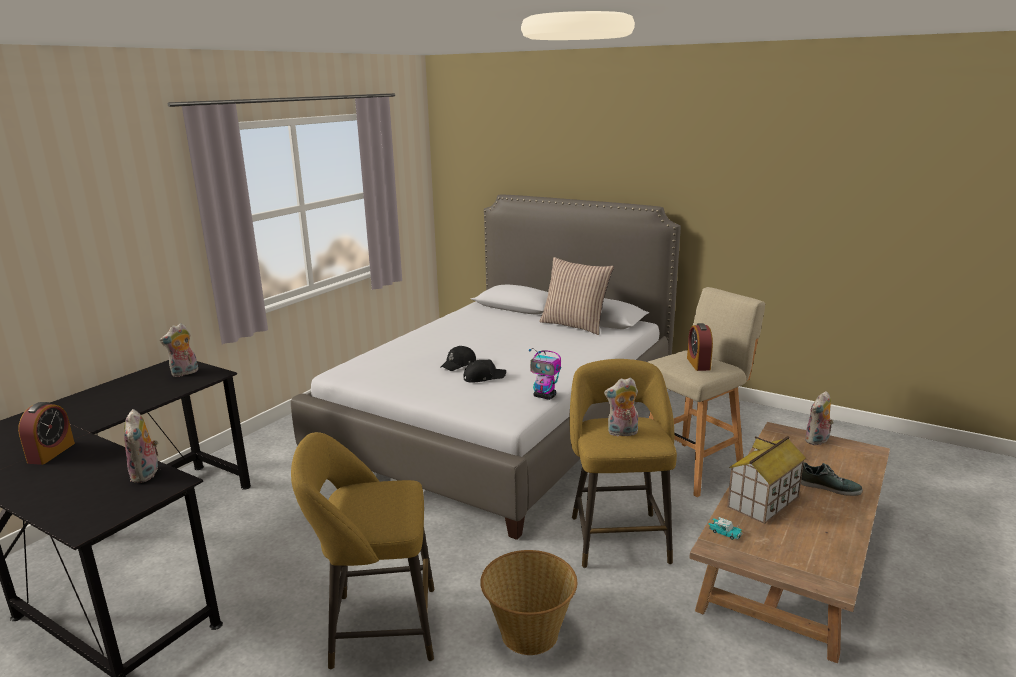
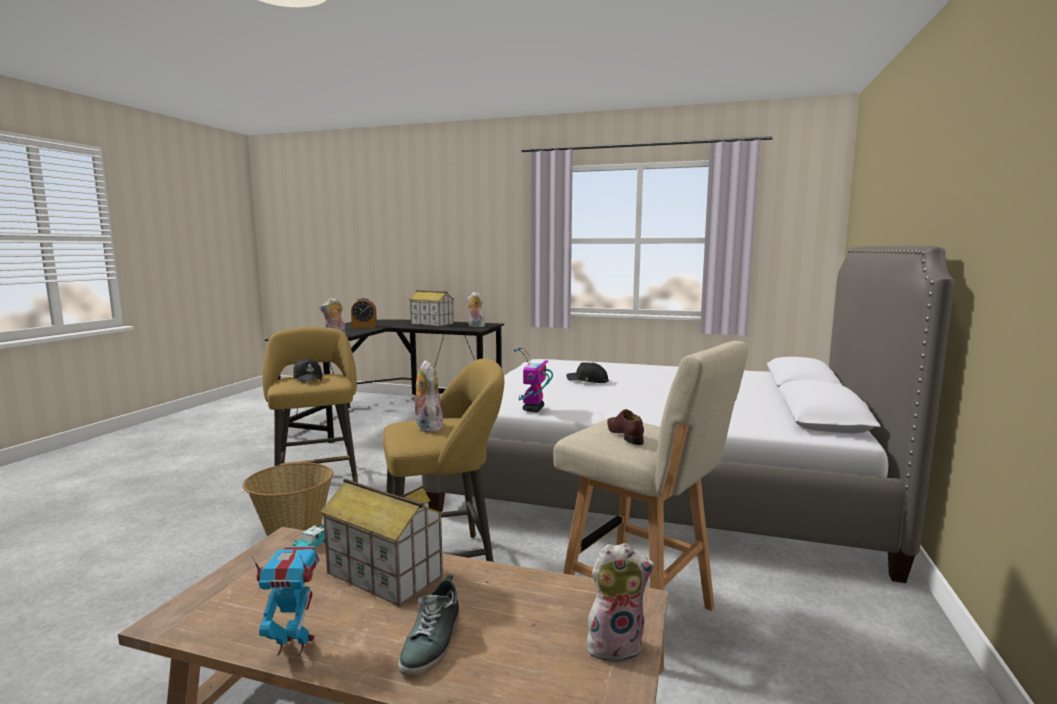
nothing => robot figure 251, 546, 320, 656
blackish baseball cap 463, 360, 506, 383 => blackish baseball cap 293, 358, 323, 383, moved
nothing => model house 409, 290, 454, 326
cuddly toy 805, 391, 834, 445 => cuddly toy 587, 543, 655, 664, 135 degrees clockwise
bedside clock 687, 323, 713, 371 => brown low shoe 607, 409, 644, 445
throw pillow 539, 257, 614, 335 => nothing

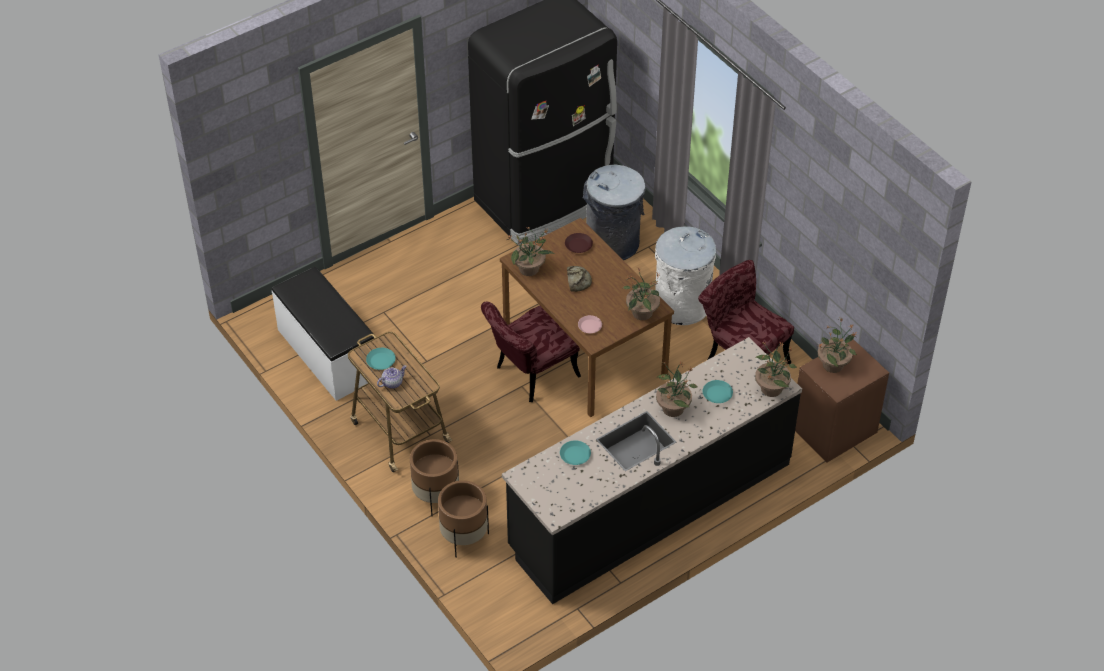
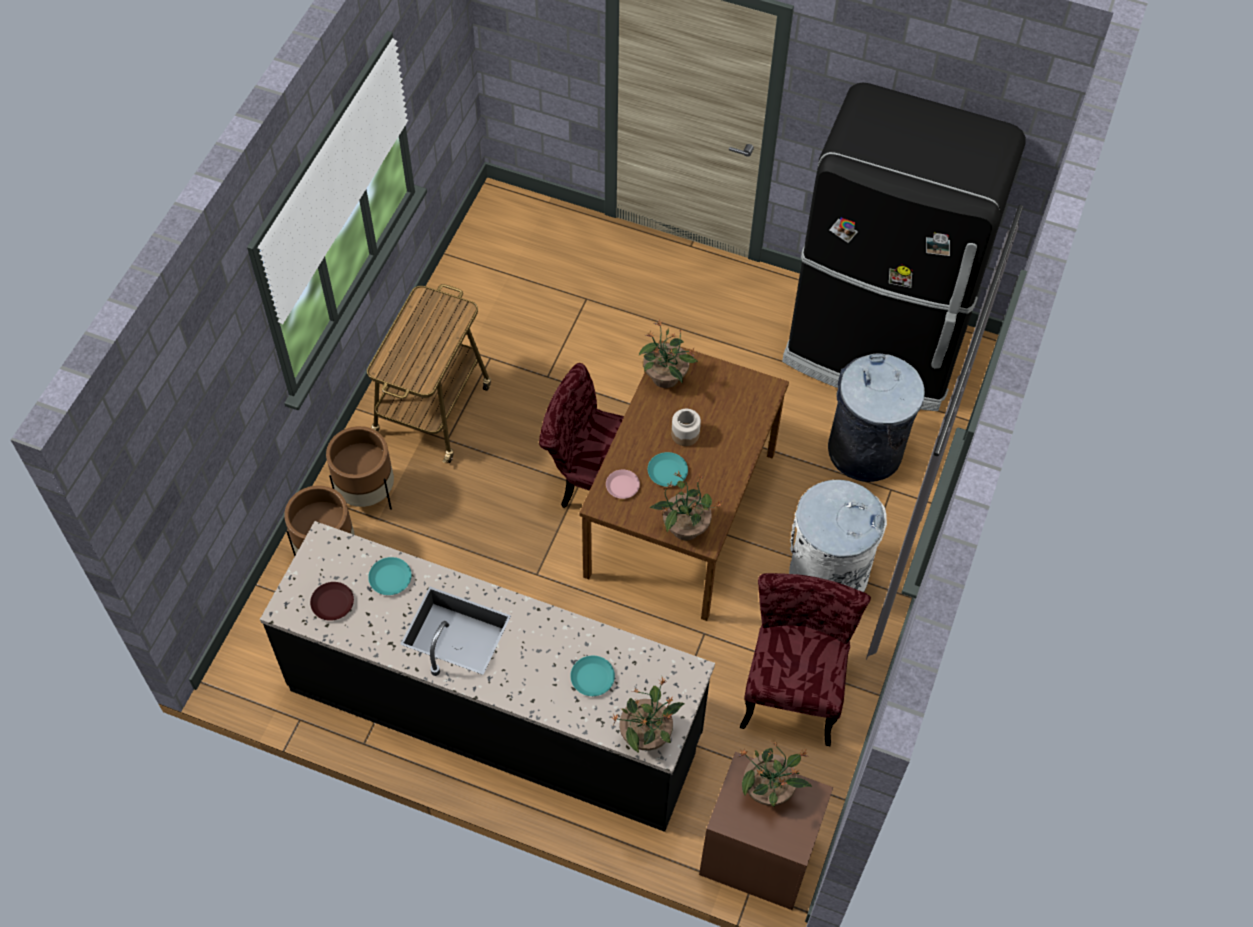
brown dinner plate 565, 233, 593, 253 => brown dinner plate 310, 582, 354, 621, moved
blue-green dinner plate 366, 348, 396, 370 => blue-green dinner plate 648, 452, 688, 487, moved
bread 567, 266, 592, 292 => jar 671, 409, 701, 446
whitish indoor bench 272, 267, 376, 401 => nothing
teapot 377, 365, 407, 389 => nothing
plant in a pot 656, 361, 697, 417 => nothing

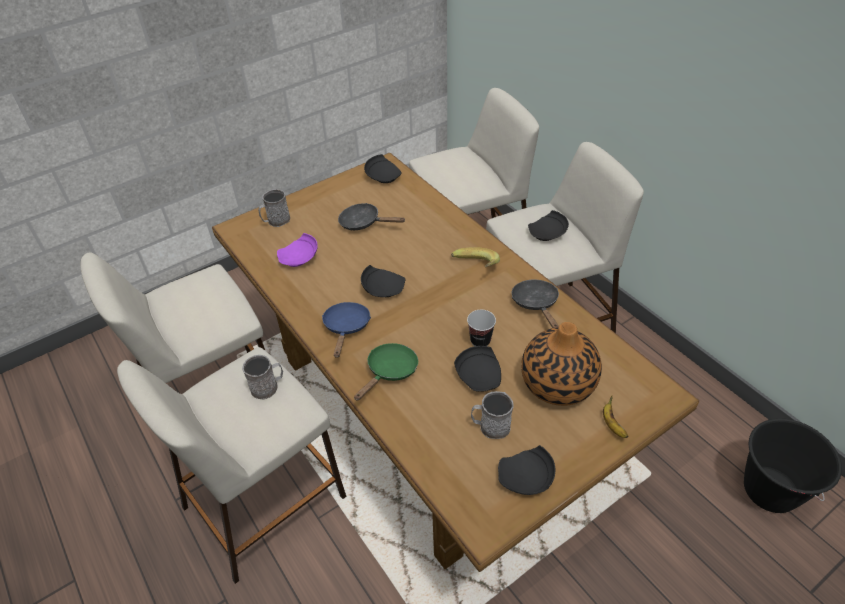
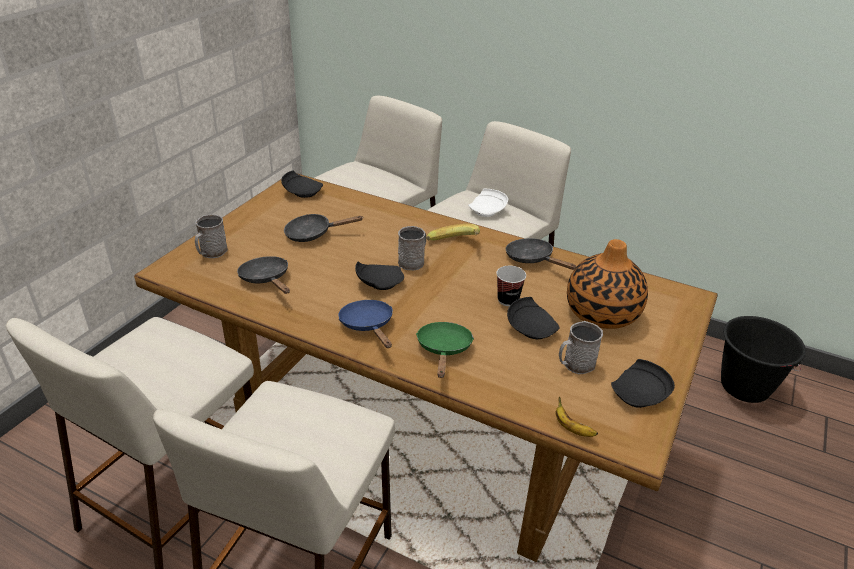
purple dinner plate 277, 233, 318, 267 => blackish skillet 237, 256, 290, 294
grey tea mug 242, 355, 283, 399 => grey tea mug 398, 226, 426, 270, moved
blackish dinner plate 528, 210, 569, 241 => whitish dinner plate 468, 188, 508, 217
banana fruit 603, 395, 628, 438 => banana fruit 556, 397, 598, 437, moved

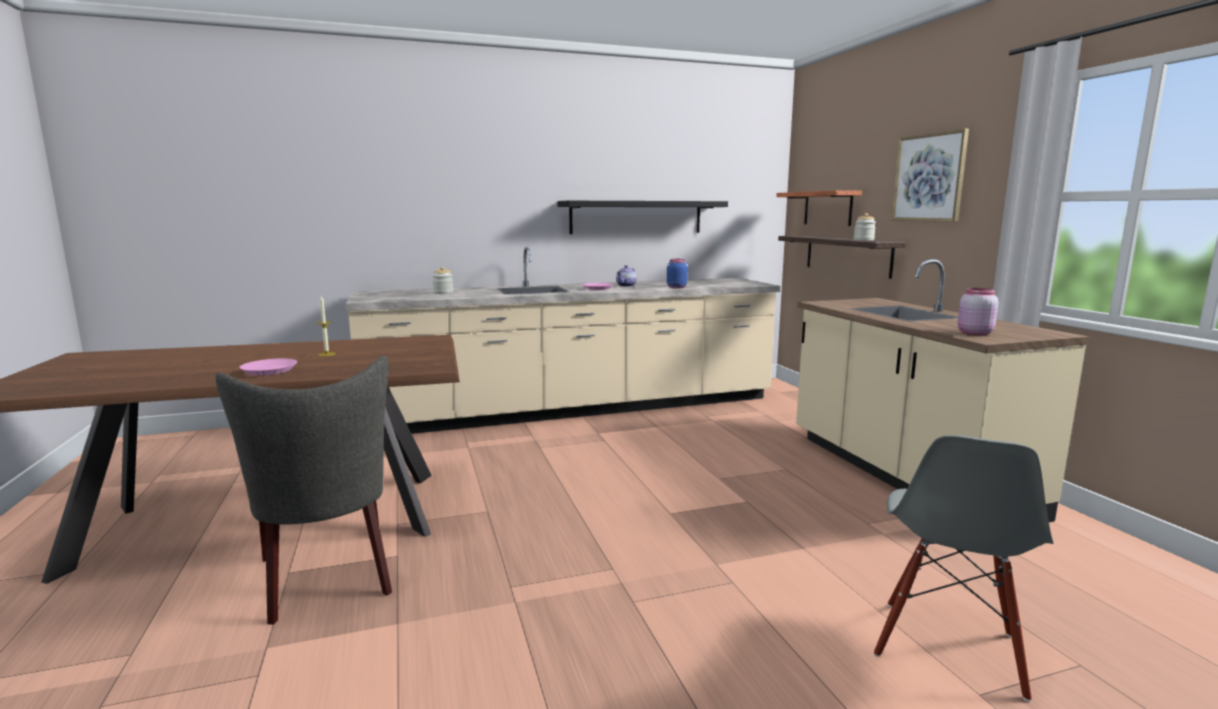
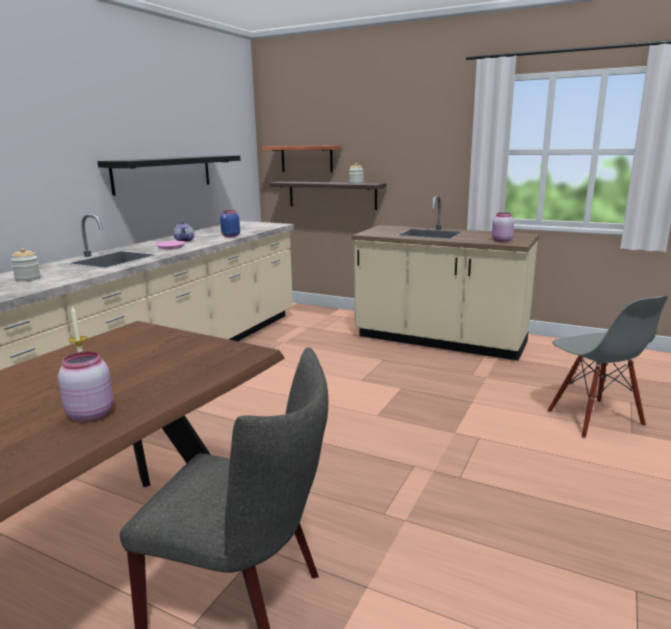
pink dinner plate 239, 358, 297, 376 => pink jar 58, 351, 113, 421
wall picture 891, 128, 969, 222 => nothing

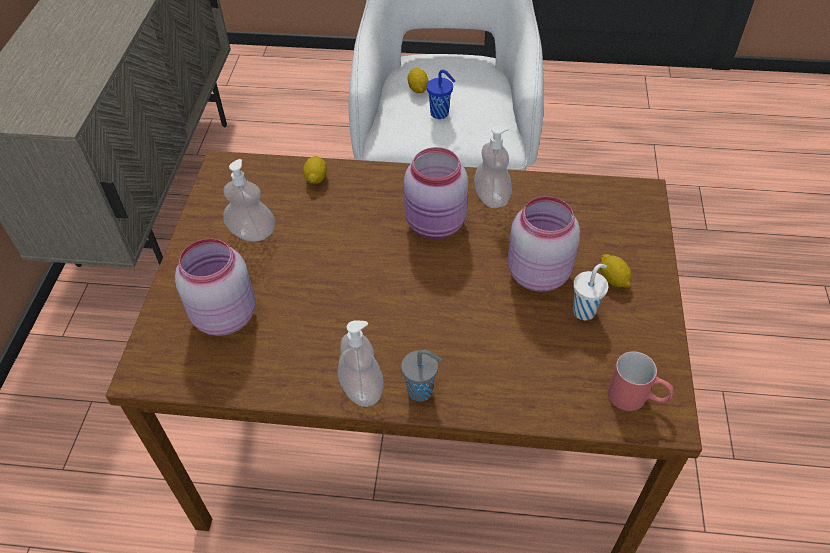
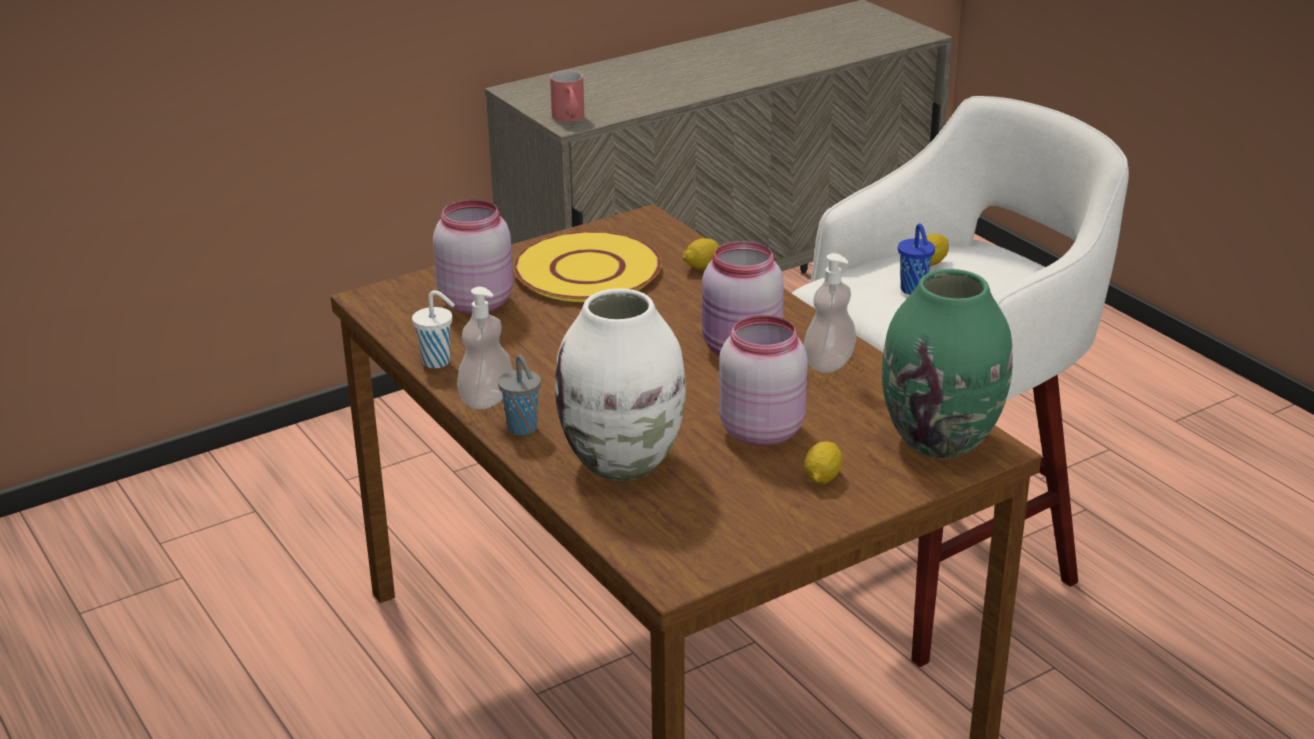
whitish drinking cup 573, 264, 608, 320 => whitish drinking cup 412, 290, 455, 369, moved
soap bottle 223, 159, 275, 241 => yellowish dinner plate 513, 231, 662, 302
reddish tea mug 608, 351, 674, 411 => reddish tea mug 550, 70, 584, 122, moved
nothing => whitish decorative vase 555, 288, 686, 481
nothing => green decorative vase 882, 269, 1013, 459

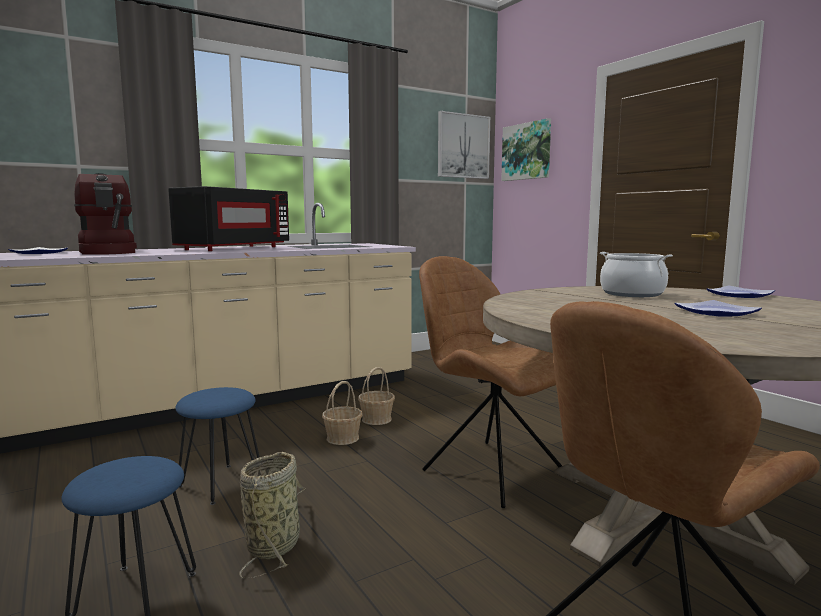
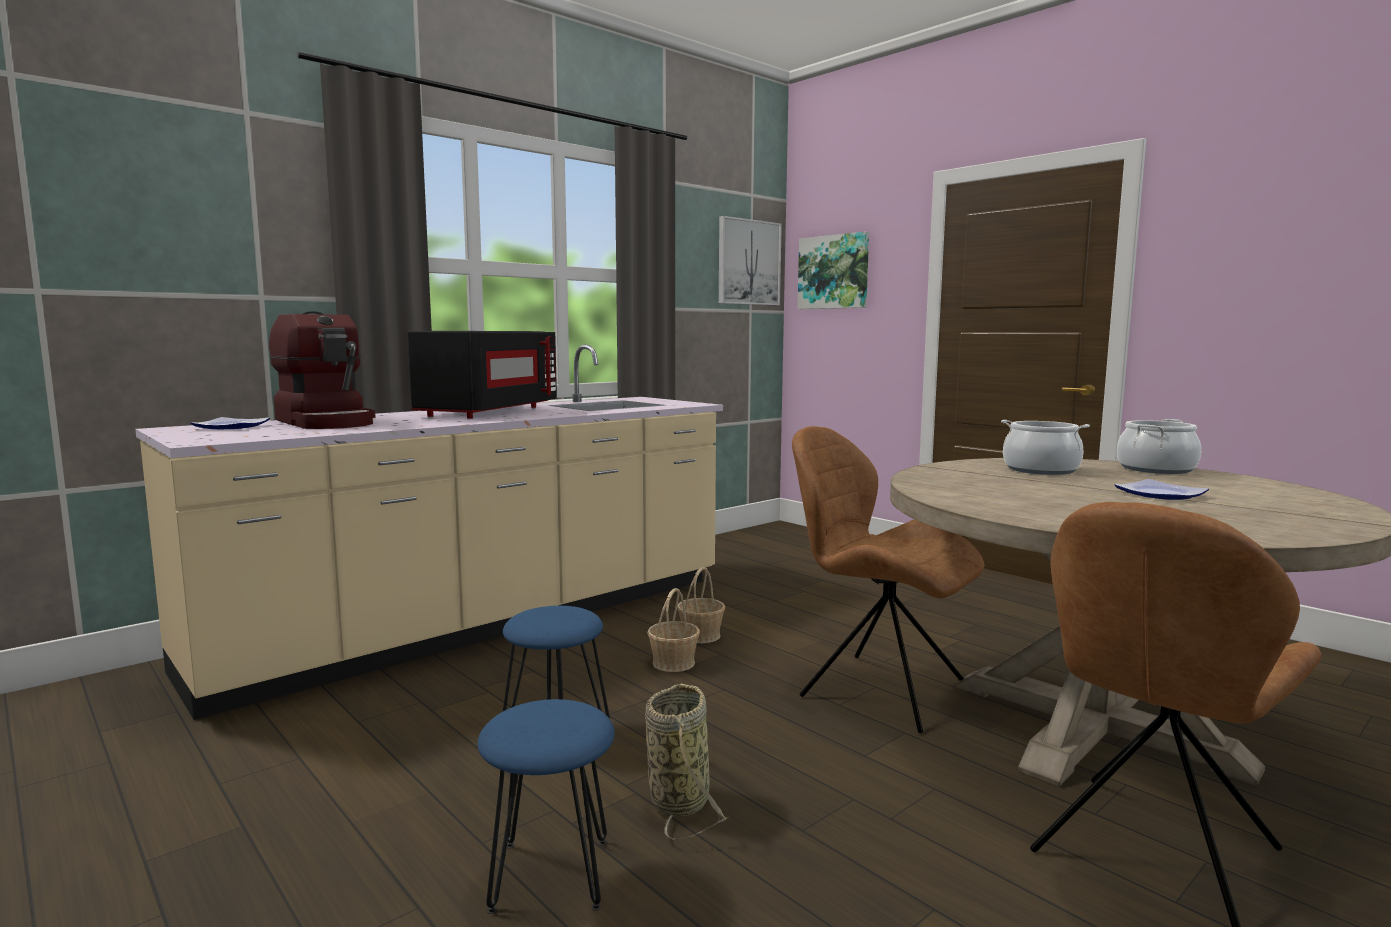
dinner plate 706, 286, 775, 298 => stockpot 1117, 419, 1201, 474

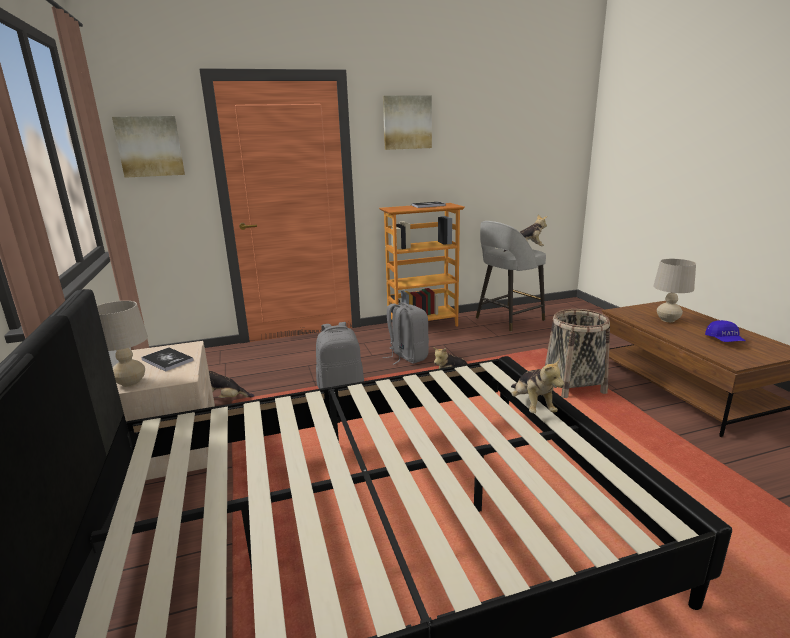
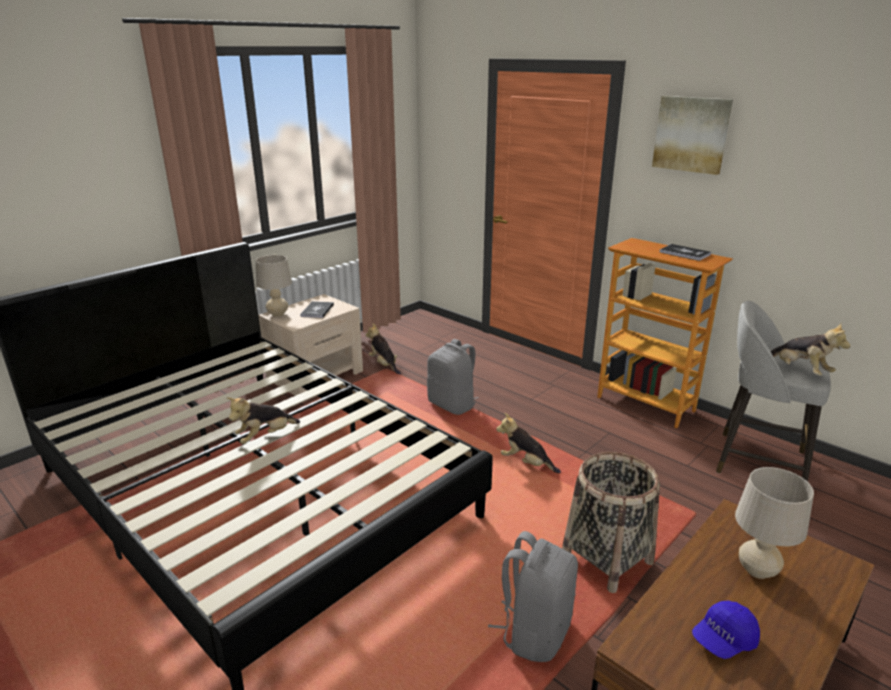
cuddly toy 511, 358, 565, 413 => cuddly toy 227, 397, 300, 444, moved
grey backpack 383, 302, 429, 365 => grey backpack 488, 531, 578, 662, moved
wall picture 112, 116, 185, 178 => nothing

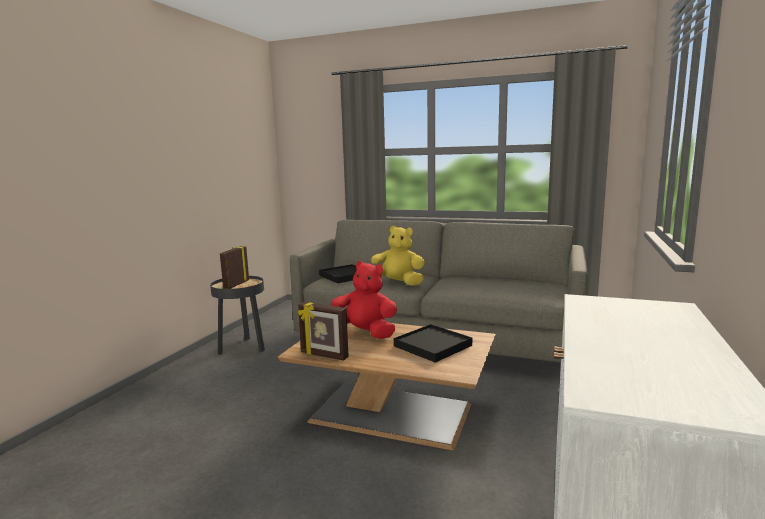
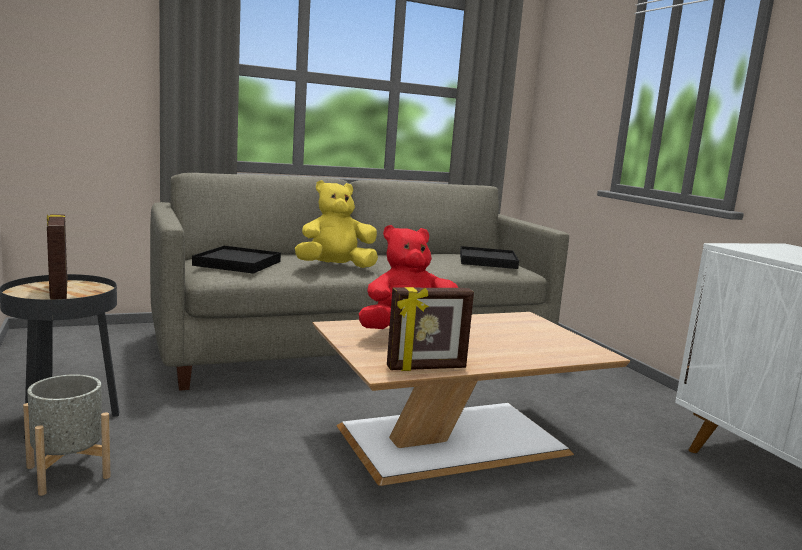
nothing => grey planter 23, 374, 111, 496
blackish serving tray 394, 324, 472, 363 => blackish serving tray 460, 246, 519, 269, moved

